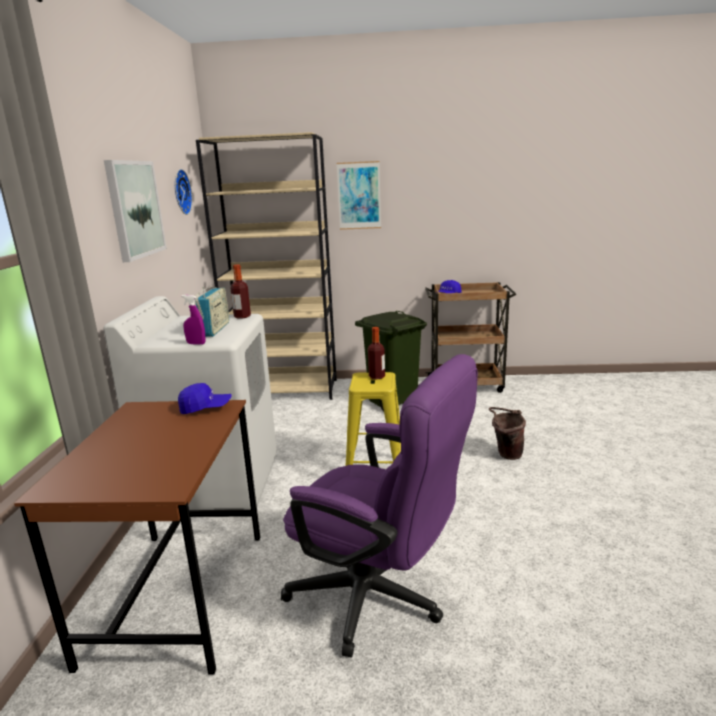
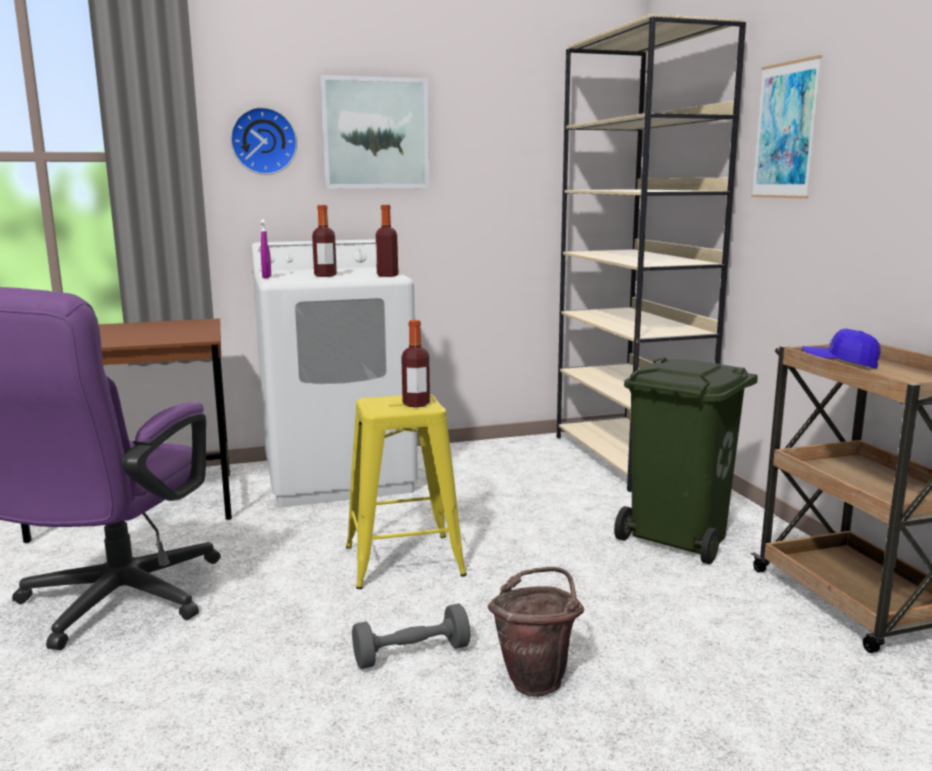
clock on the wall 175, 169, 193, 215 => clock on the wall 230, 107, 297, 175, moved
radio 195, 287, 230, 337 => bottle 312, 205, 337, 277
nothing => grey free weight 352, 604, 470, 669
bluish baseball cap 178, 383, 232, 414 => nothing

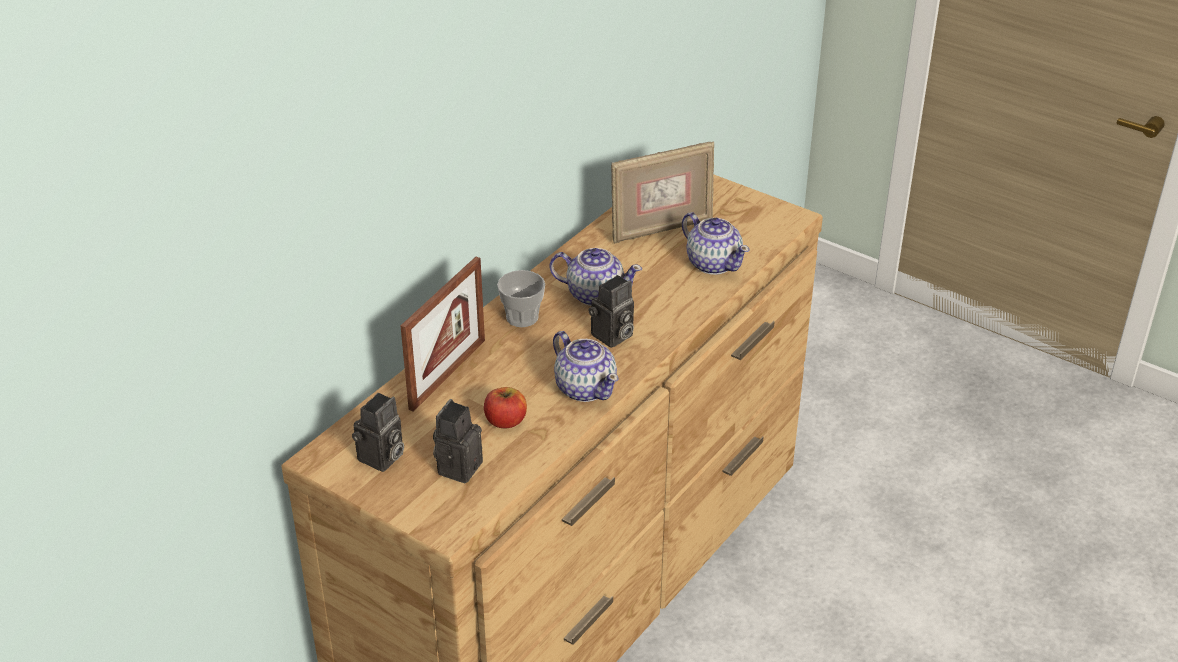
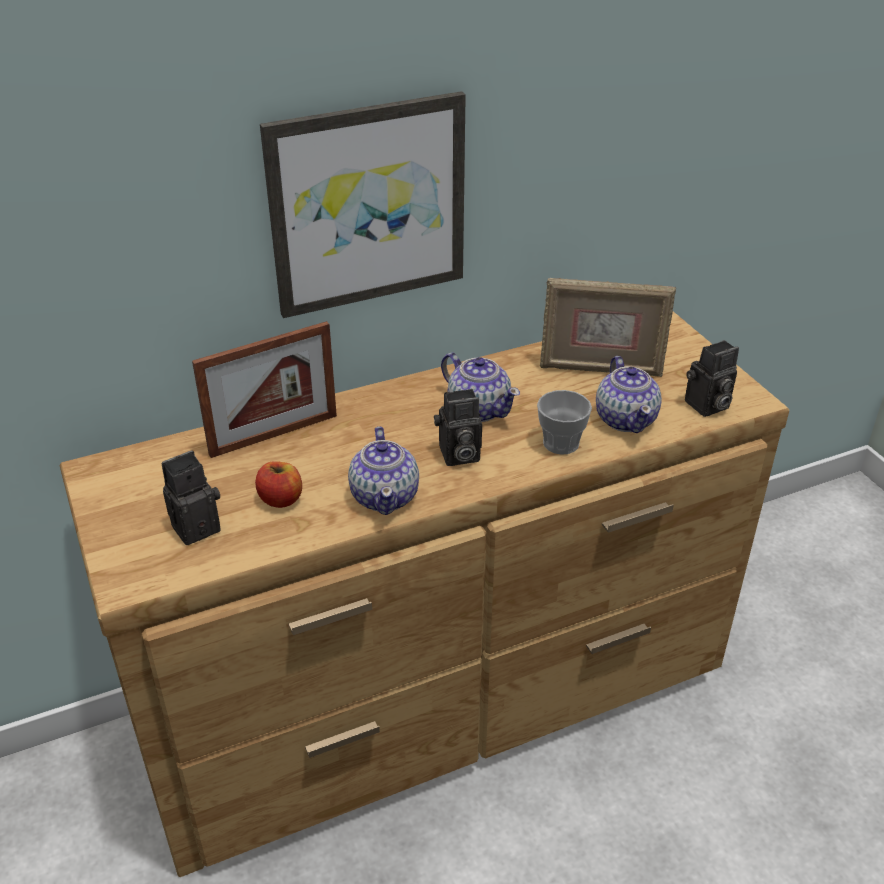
nothing => wall picture 260, 91, 466, 318
drinking cup 497, 270, 545, 327 => drinking cup 537, 390, 592, 454, moved
photo camera 352, 393, 404, 472 => photo camera 685, 340, 739, 417, moved

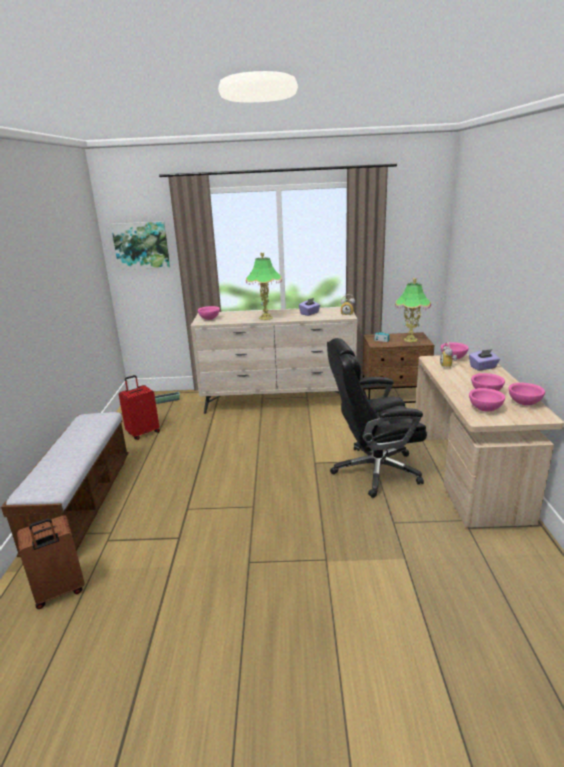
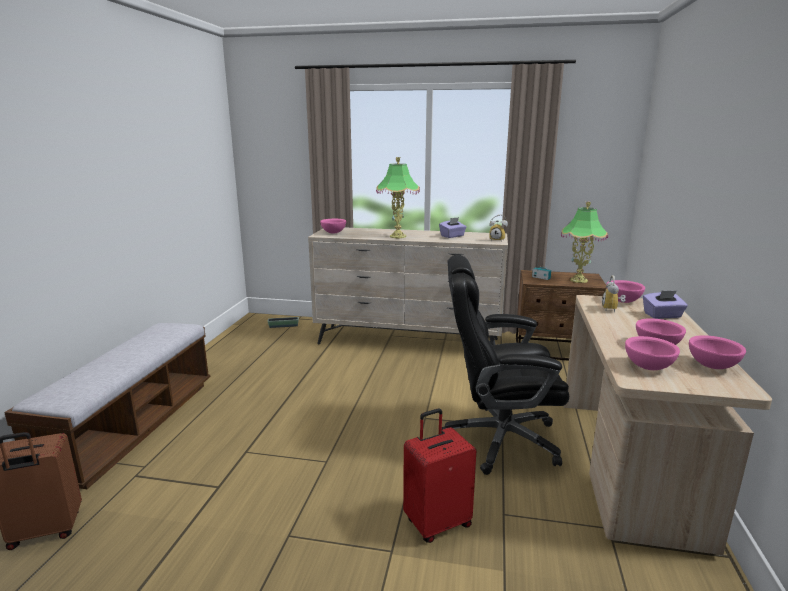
reddish suitcase 119, 375, 160, 440 => reddish suitcase 403, 409, 476, 543, moved
wall picture 111, 221, 170, 270 => nothing

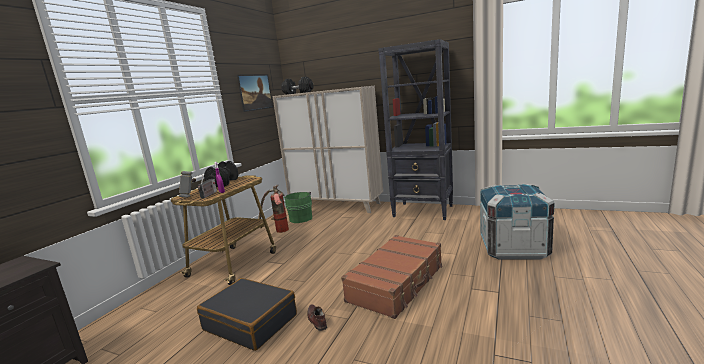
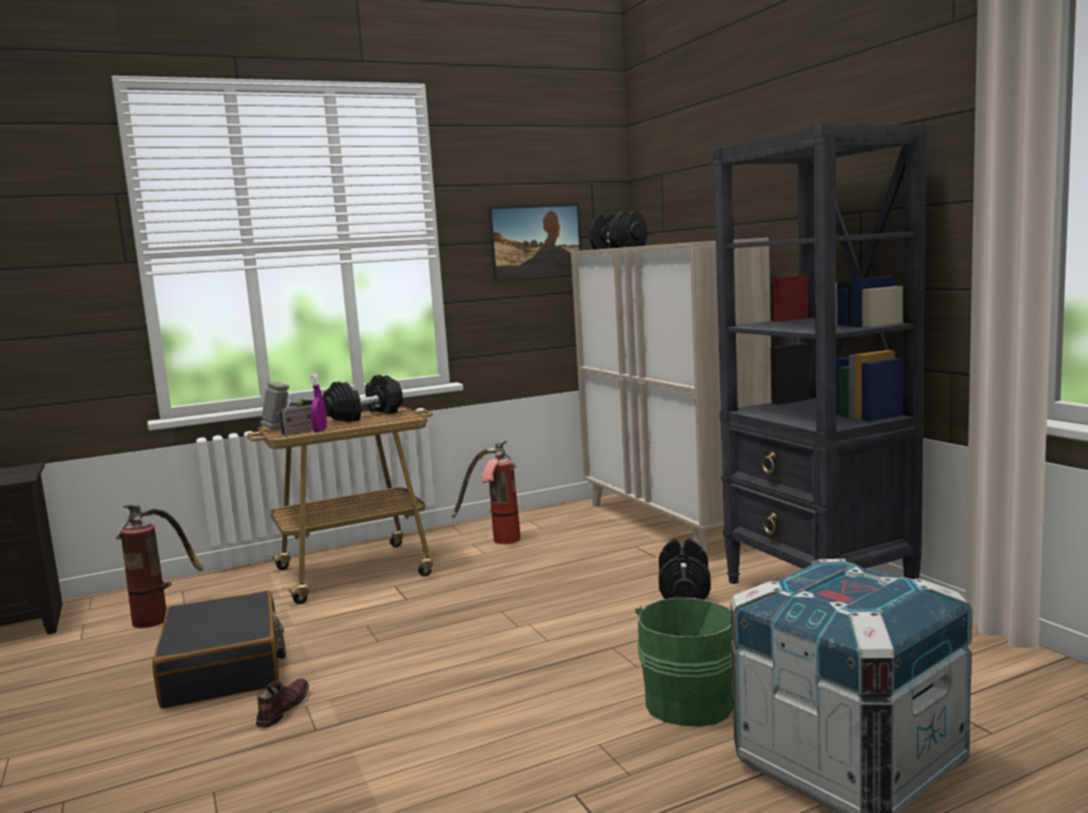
nothing => fire extinguisher 116, 504, 203, 628
green water bucket 283, 192, 312, 223 => green water bucket 635, 597, 733, 727, moved
nothing => blackish free weight 659, 539, 711, 600
brown suitcase 341, 235, 443, 319 => nothing

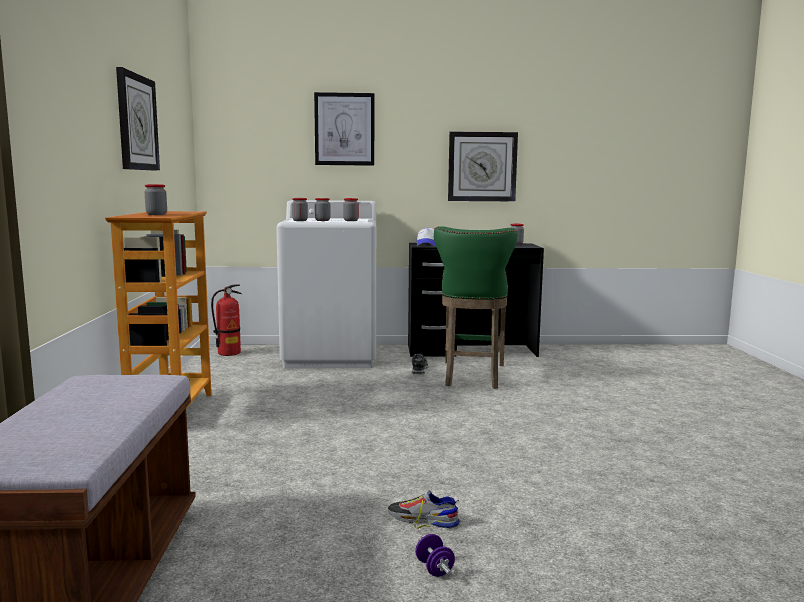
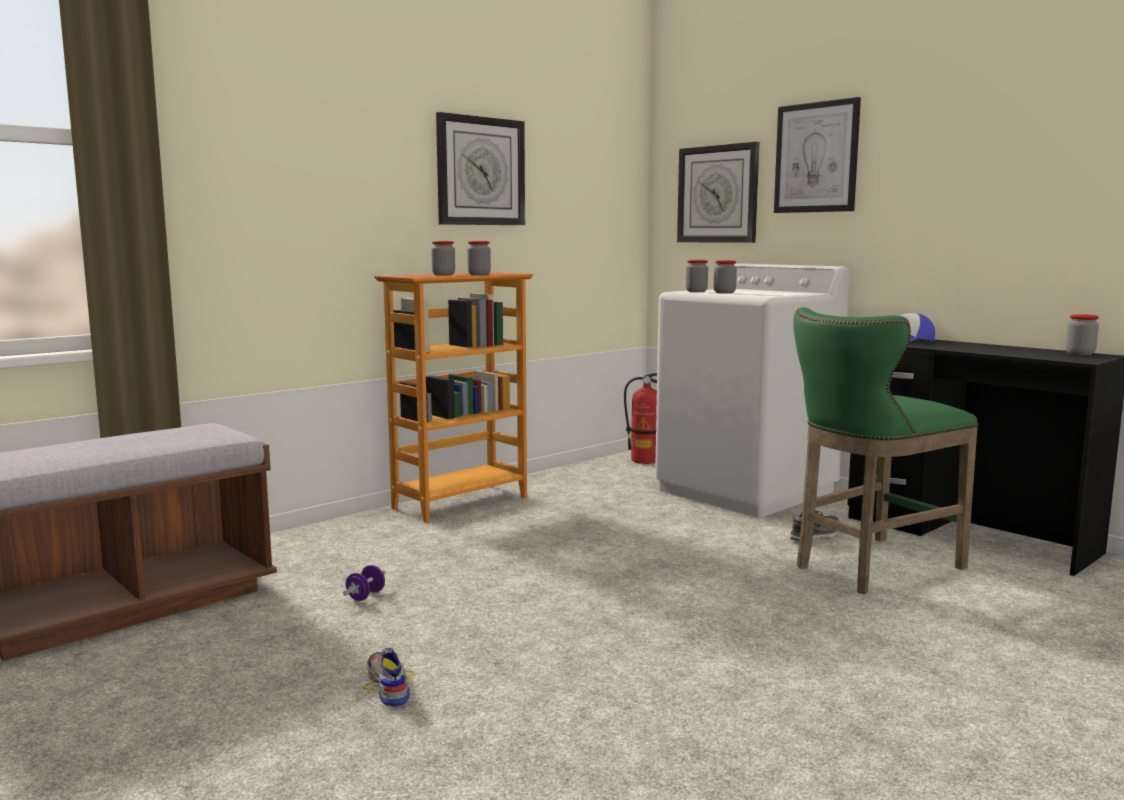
purple free weight 415, 534, 455, 577 => purple free weight 343, 565, 386, 601, moved
jar 343, 198, 359, 221 => jar 467, 241, 491, 275, moved
clock on the wall 448, 131, 518, 201 => clock on the wall 677, 142, 759, 243, moved

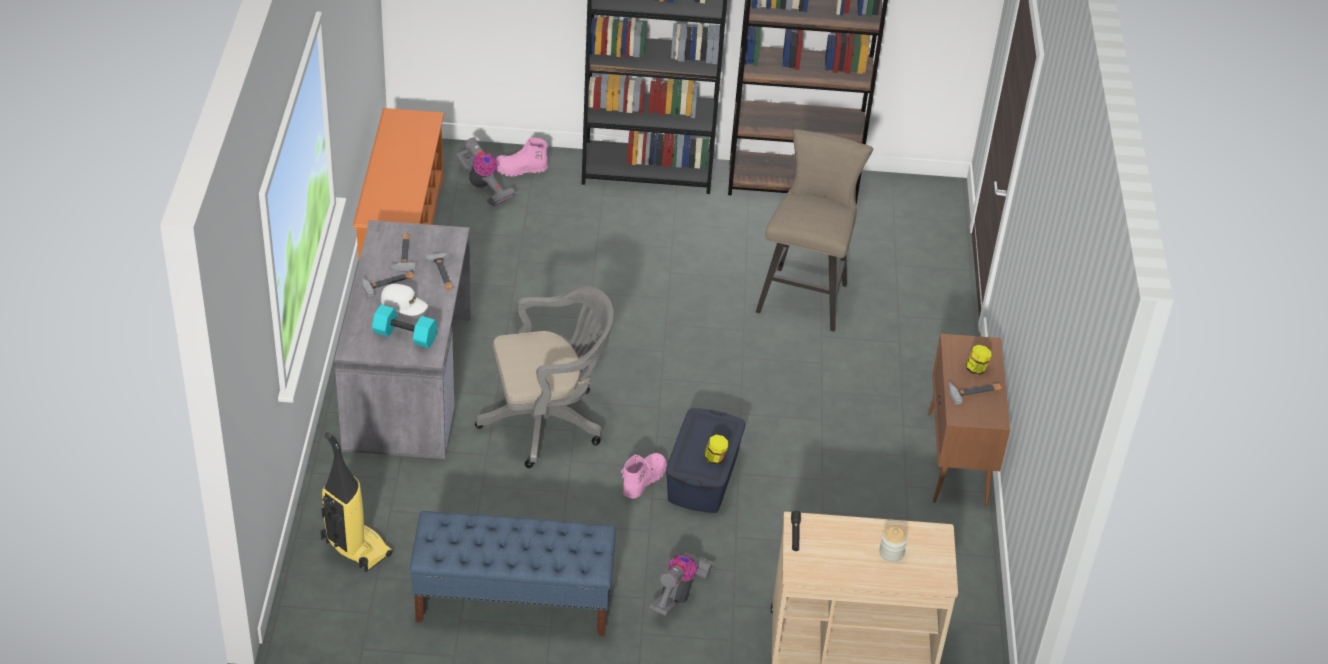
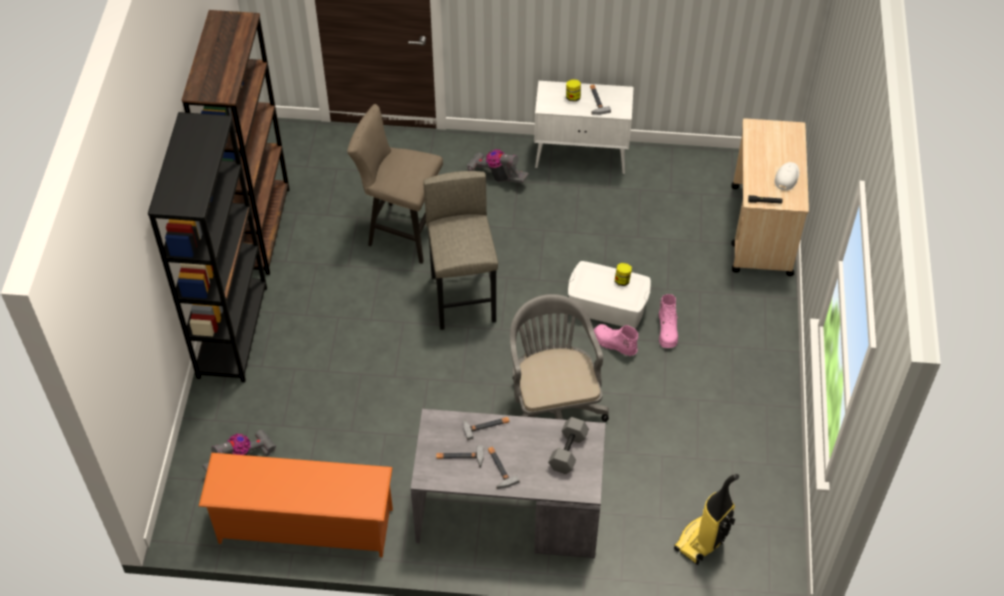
nothing => grey stool 423, 171, 498, 330
vacuum 649, 551, 714, 616 => vacuum 467, 149, 529, 183, moved
brown storage cabinet 928, 334, 1010, 507 => whitish storage cabinet 534, 81, 634, 174
blue-green free weight 372, 304, 438, 348 => grey free weight 548, 417, 589, 474
bluish storage box 666, 408, 746, 513 => whitish storage box 568, 261, 651, 329
pink boot 495, 138, 548, 177 => pink boot 659, 294, 678, 348, moved
whitish baseball cap 381, 284, 428, 316 => whitish baseball cap 775, 162, 799, 191, moved
bluish indoor bench 409, 511, 616, 636 => nothing
jar 879, 526, 907, 562 => nothing

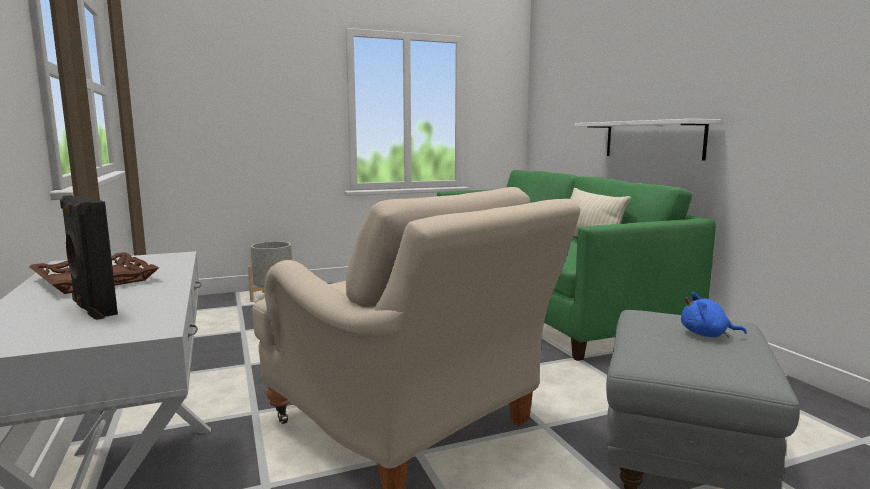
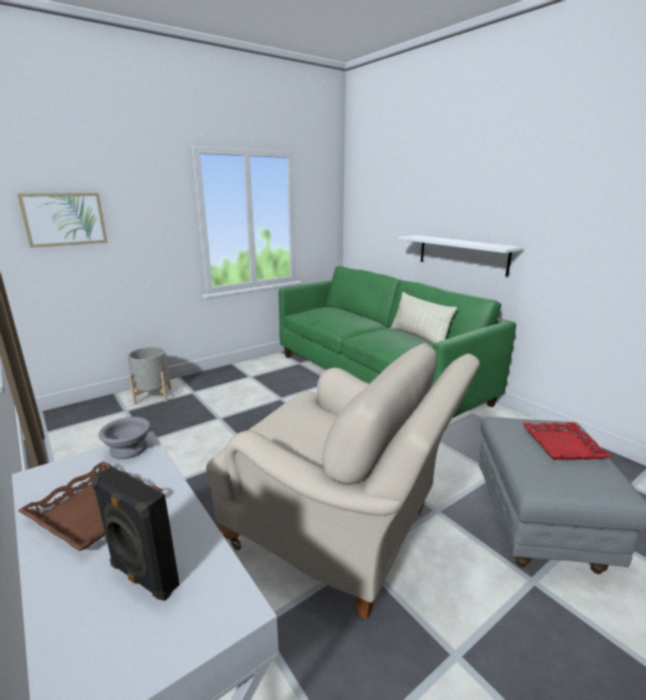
nothing => wall picture 17, 193, 108, 248
nothing => grey bowl 98, 417, 151, 459
bluish cuddly toy 681, 292, 747, 337 => reddish serving tray 522, 422, 612, 460

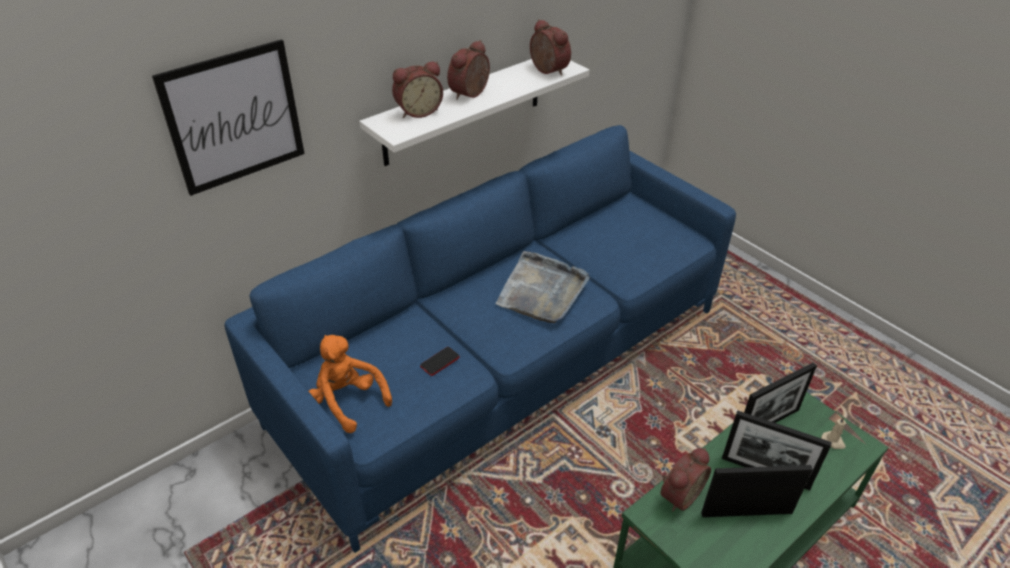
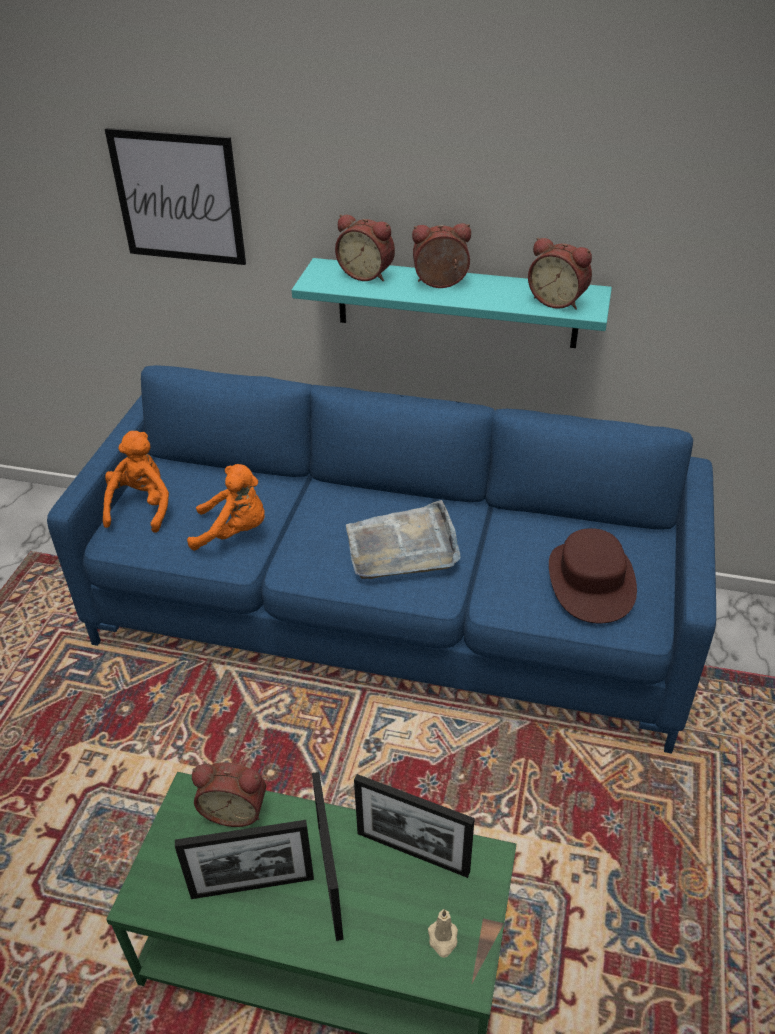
photo frame 701, 465, 813, 517 => photo frame 175, 820, 314, 899, 120 degrees clockwise
handset 420, 347, 460, 376 => orange-coloured cuddly toy 187, 464, 265, 551
whitish bracket shelf 359, 59, 589, 166 => blue-green bracket shelf 292, 258, 612, 348
bedside clock 530, 19, 571, 76 => bedside clock 528, 238, 592, 310, 105 degrees clockwise
nothing => brown wearable hat 549, 528, 637, 623

